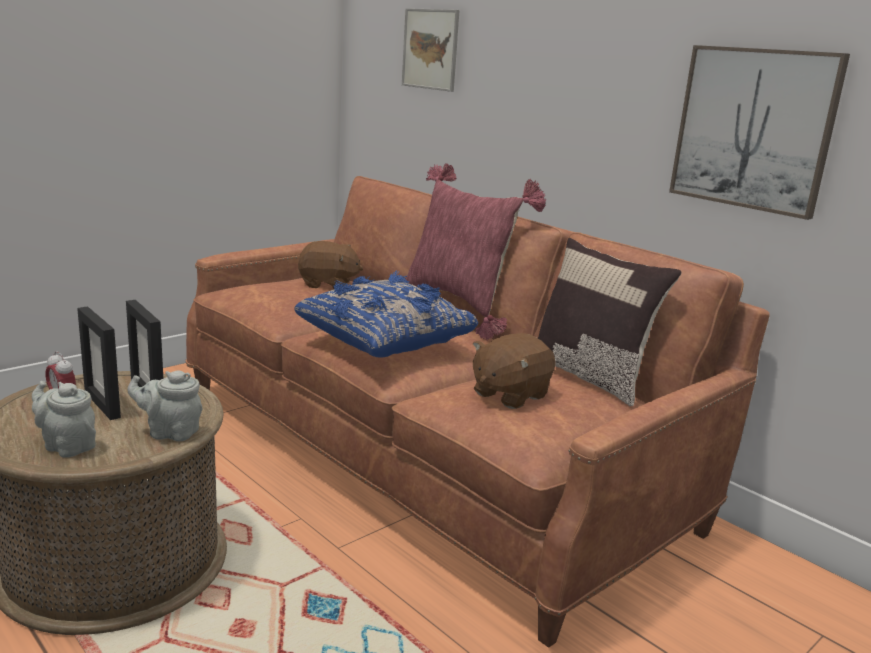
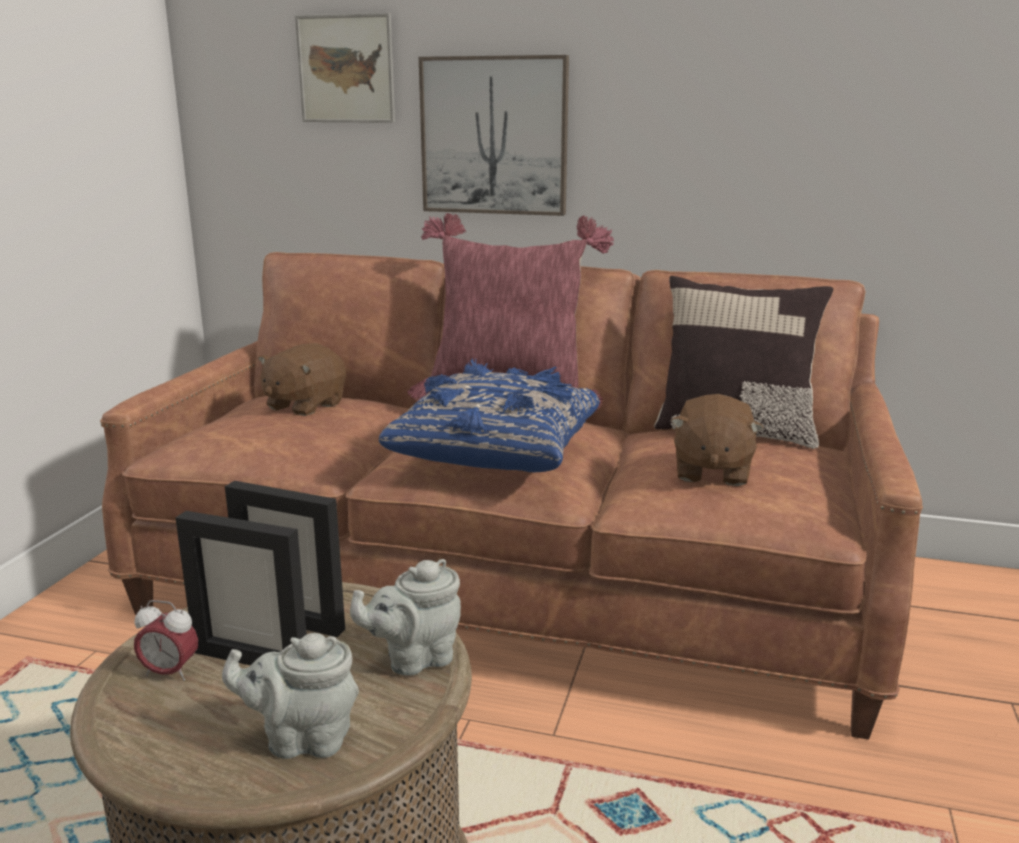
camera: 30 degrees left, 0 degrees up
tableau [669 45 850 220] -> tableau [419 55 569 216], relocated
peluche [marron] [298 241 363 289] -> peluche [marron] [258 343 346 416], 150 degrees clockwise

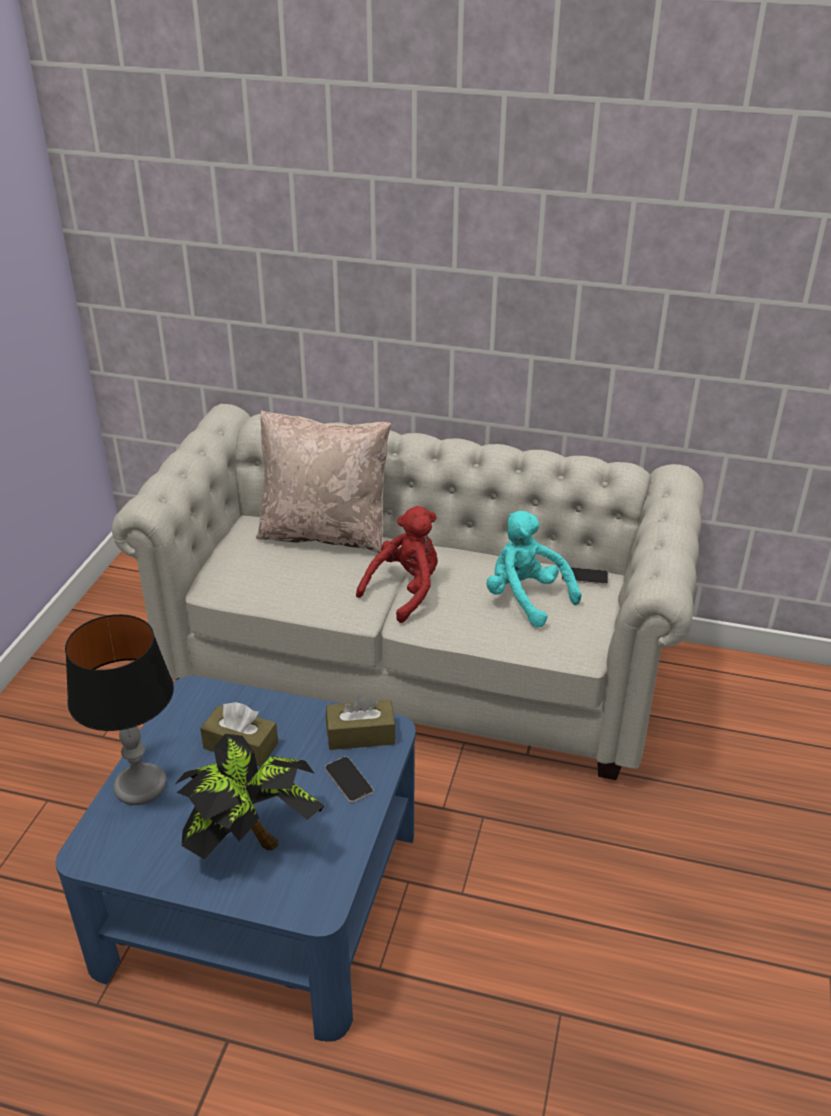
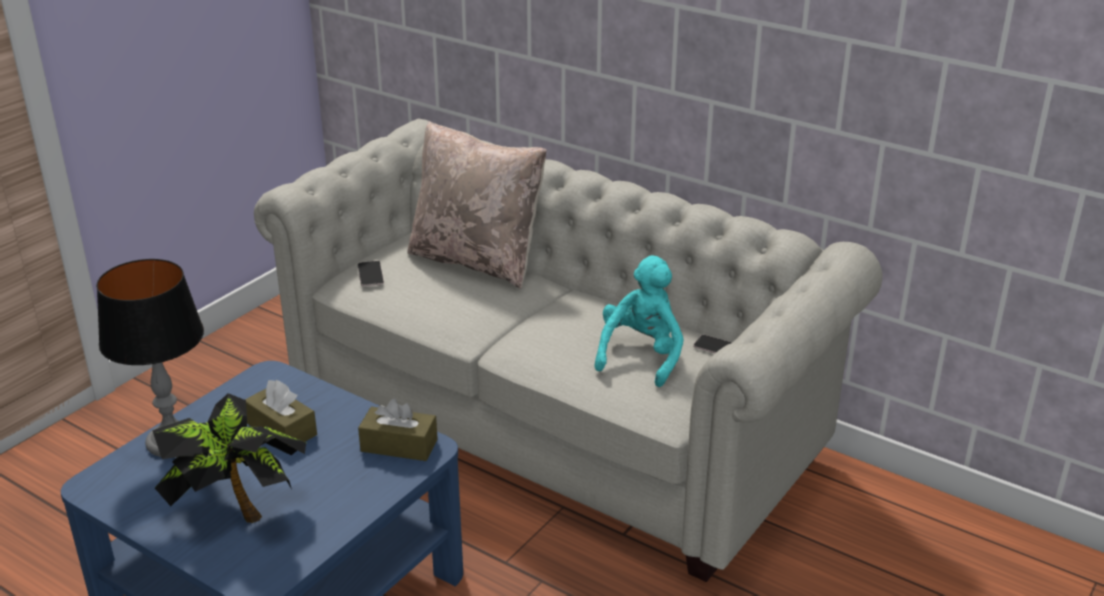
camera: 20 degrees right, 5 degrees down
peluche [rouge] [356 506 438 623] -> none
peluche [turquoise] [486 511 582 627] -> peluche [turquoise] [594 255 684 387], 45 degrees clockwise
téléphone [325 757 373 803] -> téléphone [358 261 384 287], relocated

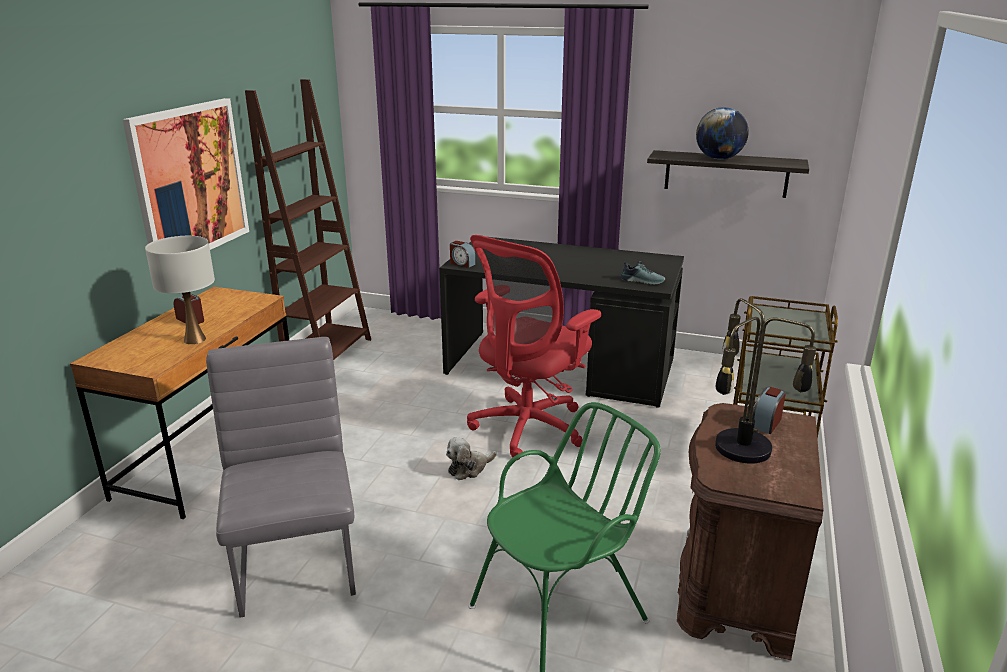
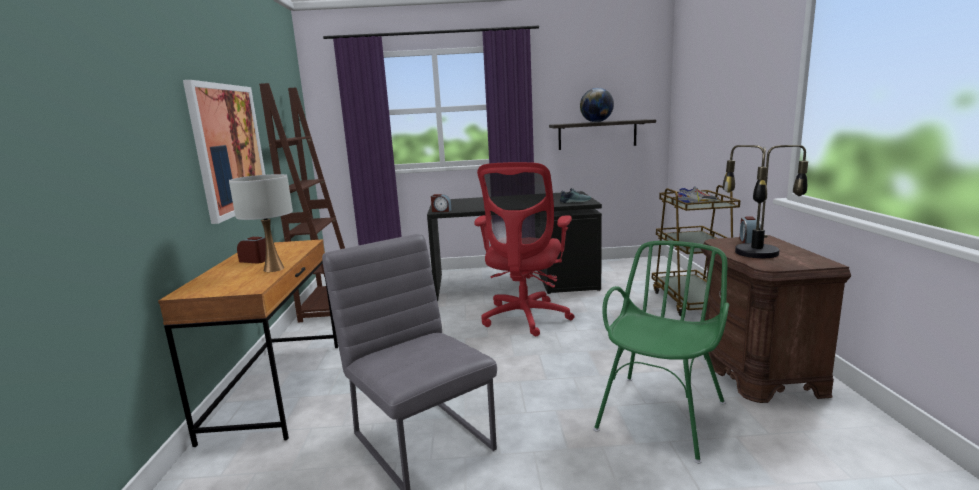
camera: 20 degrees left, 10 degrees down
peluche [446 437 497 480] -> none
none -> chaussure [678 186 717 203]

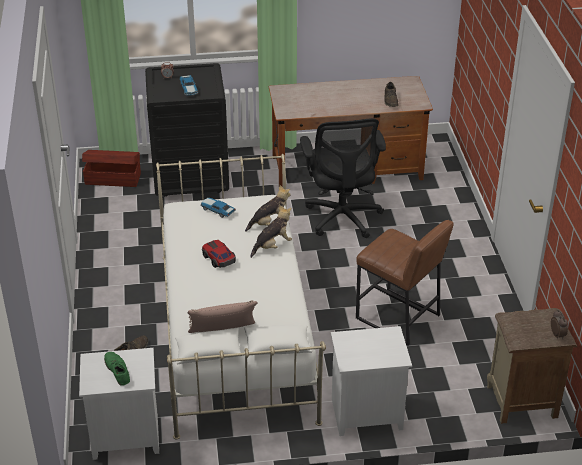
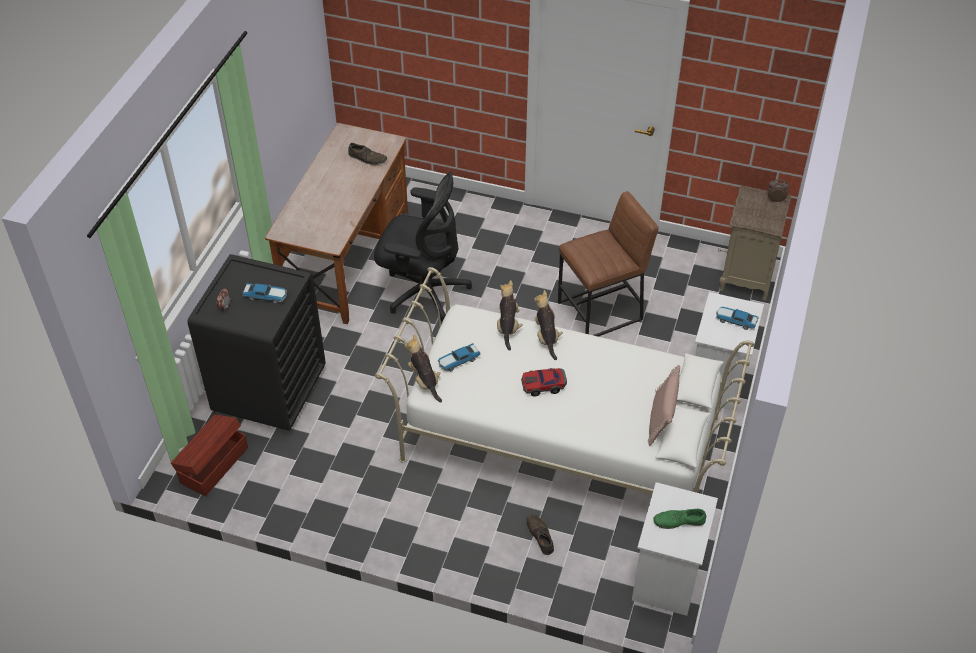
camera: 65 degrees left, 10 degrees up
none -> petite voiture [716 307 759 330]
none -> peluche [404 335 442 403]

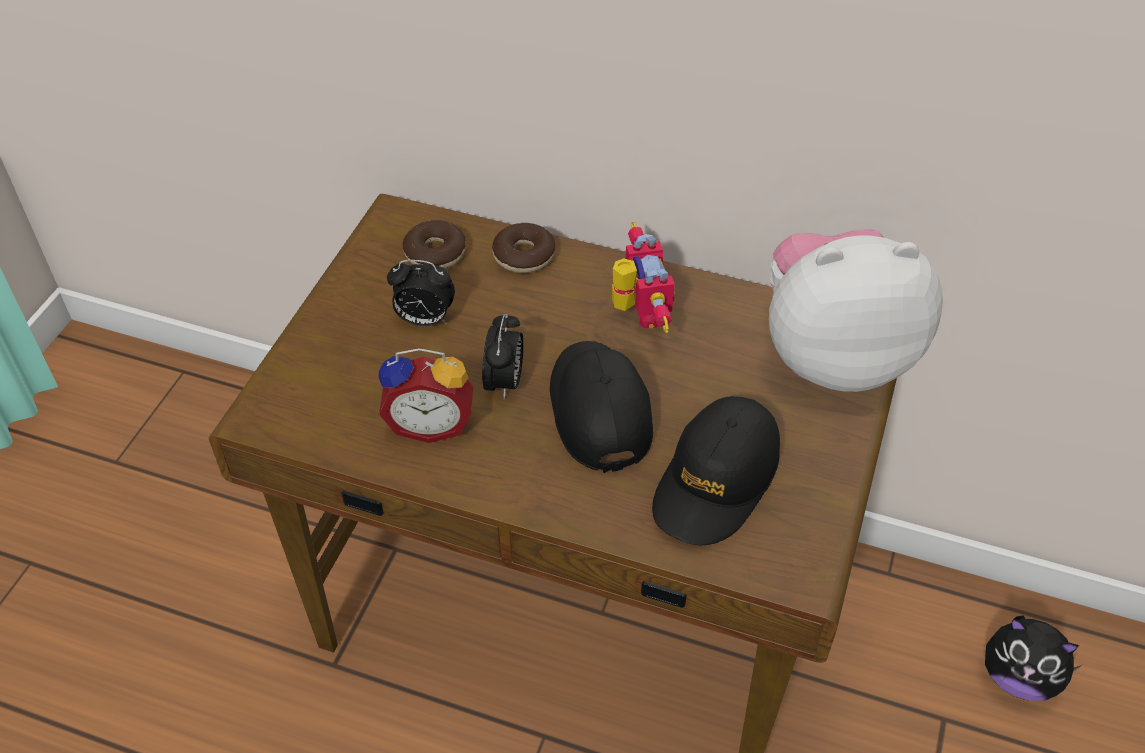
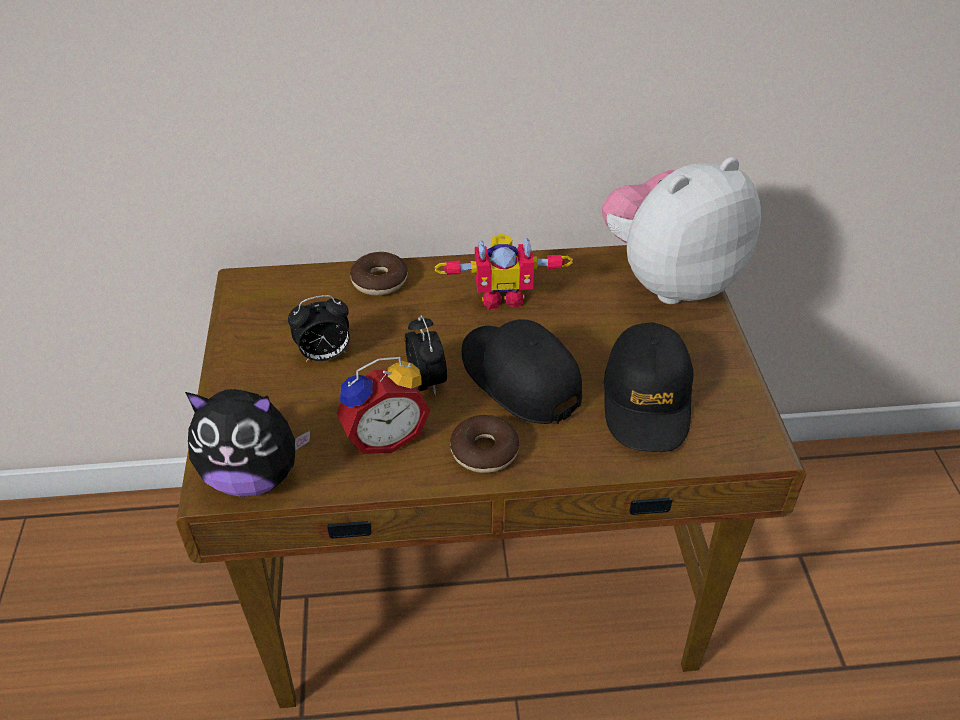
camera: 25 degrees left, 5 degrees down
beignet [403 220 466 269] -> beignet [450 415 519 473], relocated
robot jouet [612 222 675 333] -> robot jouet [435 234 573 310], 120 degrees clockwise
peluche [985 616 1082 701] -> peluche [185 389 310 497], relocated

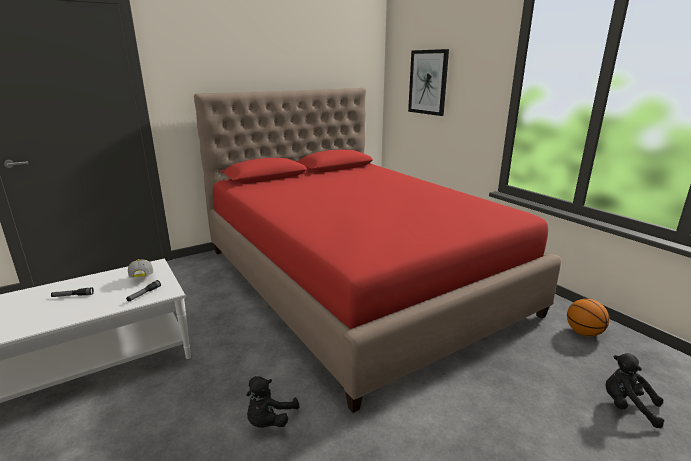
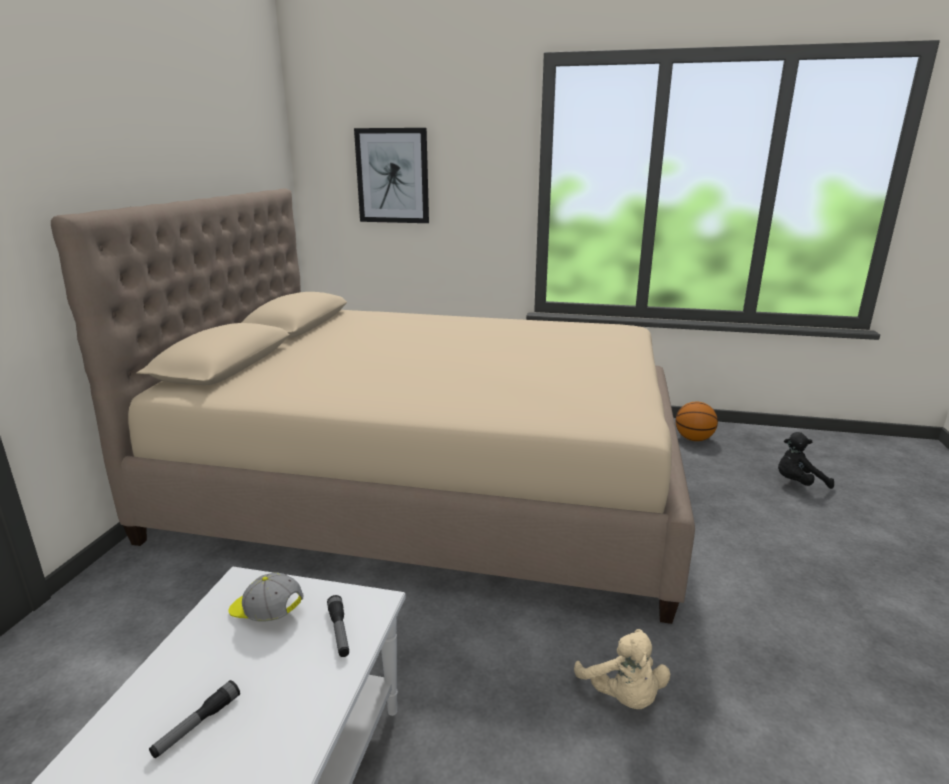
camera: 45 degrees left, 0 degrees up
lit [rouge] [194 88 562 413] -> lit [beige] [51 188 695 624]
peluche [noir] [246 376 299 428] -> peluche [beige] [574 629 670 709]

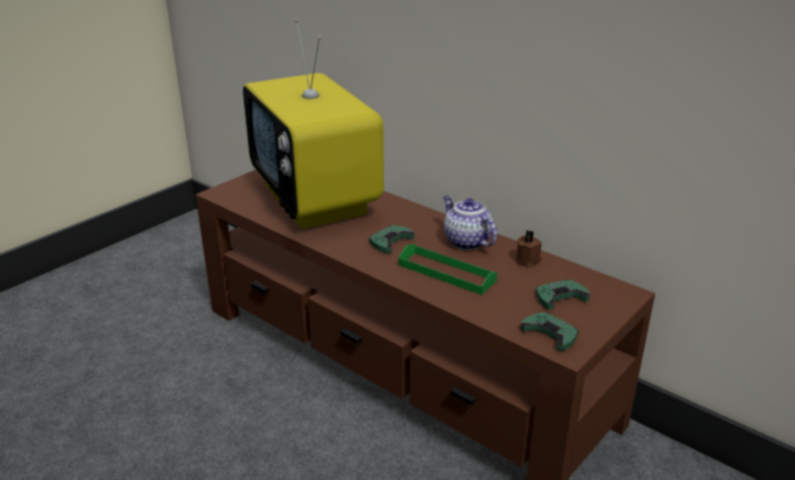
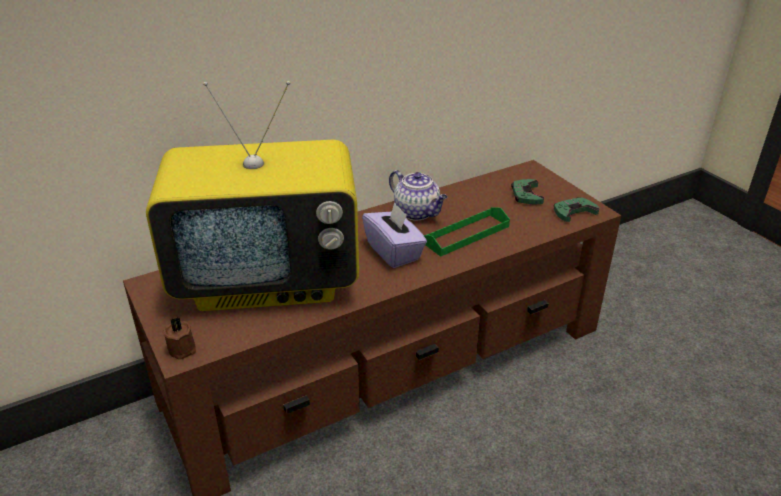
camera: 70 degrees left, 5 degrees up
théière [443 196 497 250] -> théière [389 170 448 220], 120 degrees counterclockwise
manette [vert] [369 225 414 253] -> boîte à mouchoirs [violet] [362 202 427 268]
bougie [marron] [516 230 542 267] -> bougie [marron] [163 317 196 360], relocated

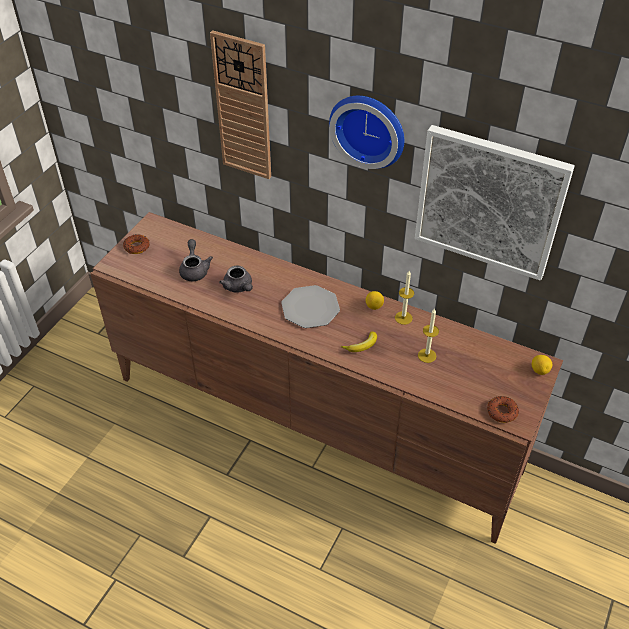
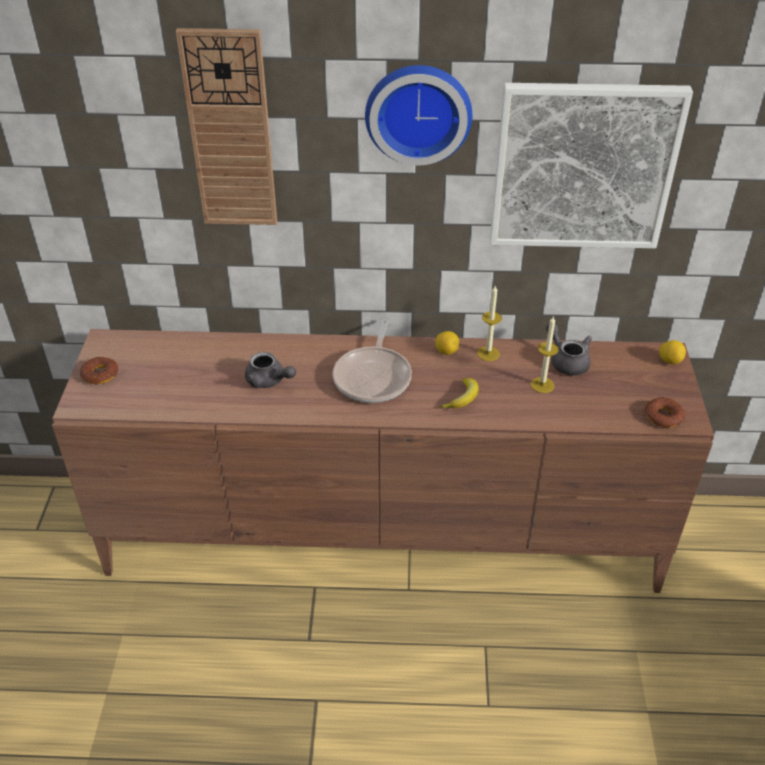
camera: 25 degrees left, 5 degrees down
théière [gris] [179 239 213 281] -> théière [gris] [546 323 592 376], relocated
assiette [281 285 340 328] -> poêle [333 319 412 403]

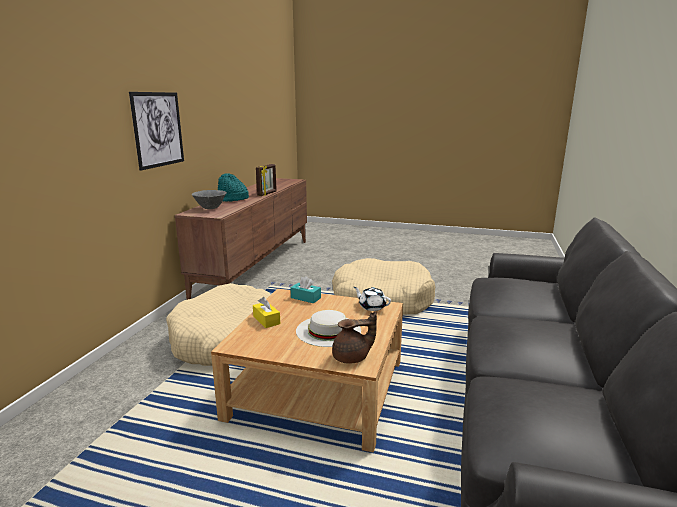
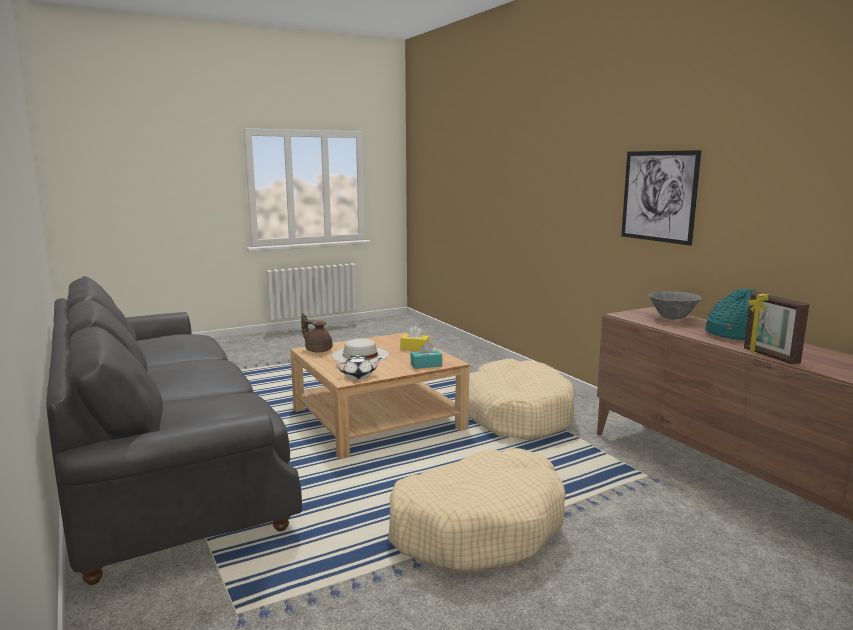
camera: 135 degrees right, 5 degrees down
théière [marron] [332 311 377 364] -> théière [marron] [301 313 333 352], 90 degrees clockwise

